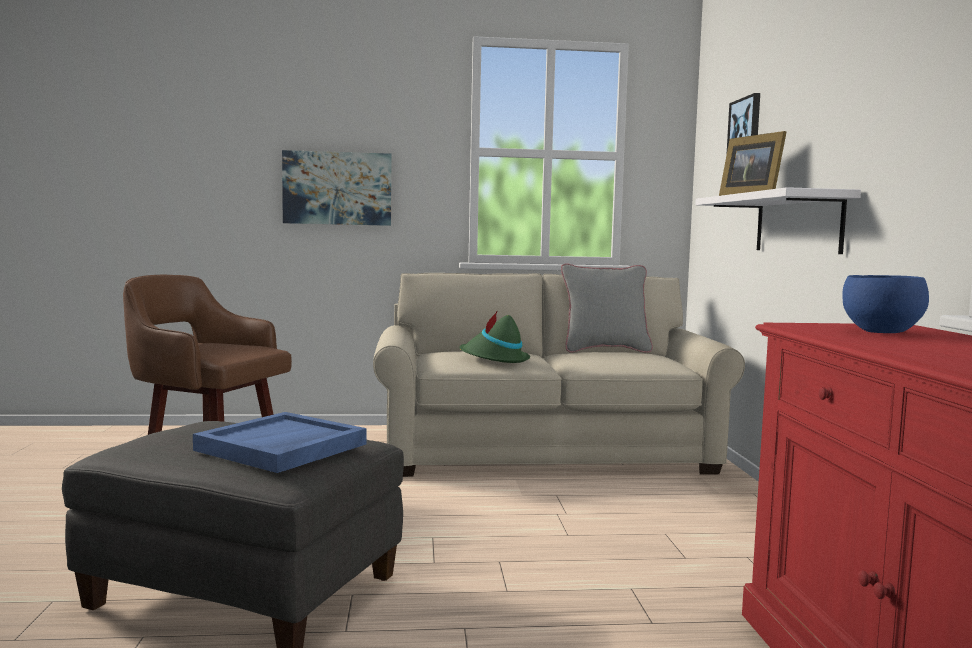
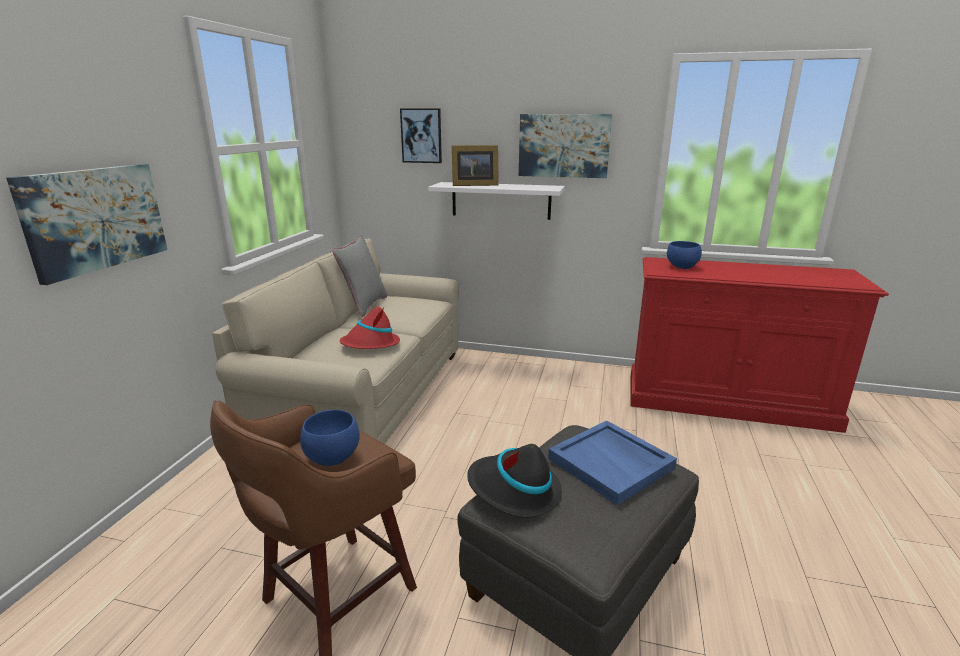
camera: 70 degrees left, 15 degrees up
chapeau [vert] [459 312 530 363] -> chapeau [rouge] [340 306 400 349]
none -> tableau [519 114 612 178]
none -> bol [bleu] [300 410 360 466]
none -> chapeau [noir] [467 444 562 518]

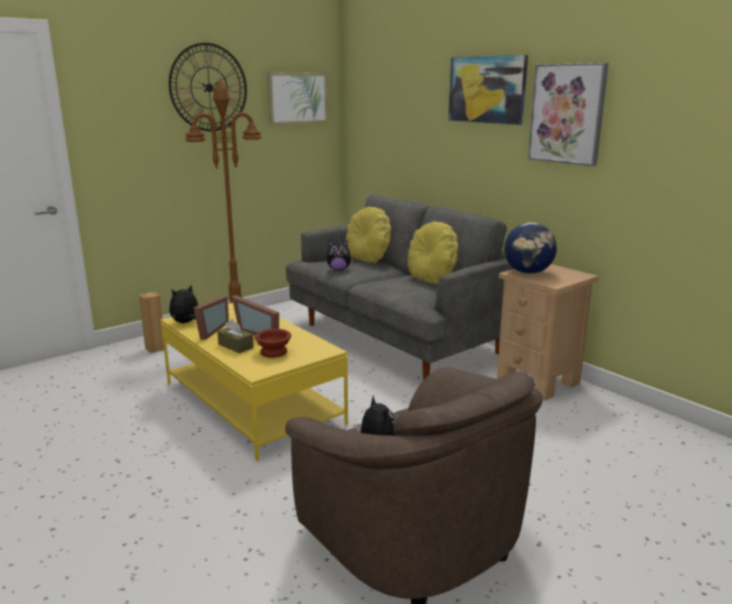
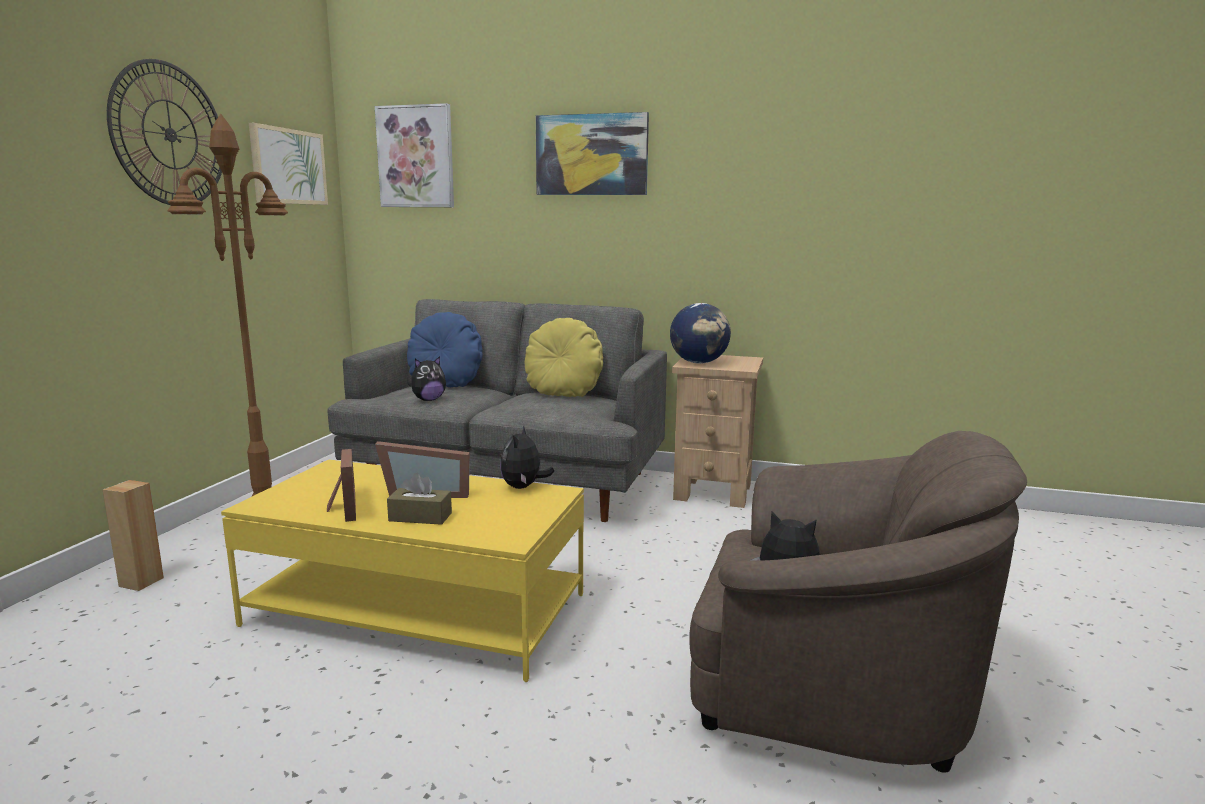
camera: 35 degrees left, 5 degrees down
tableau [528 63 608 166] -> tableau [375 103 454 207], relocated
coussin [jaune] [346 207 391 263] -> coussin [bleu] [407 312 483 387]
peluche [169 285 198 323] -> peluche [500 425 554 489], relocated
bol [marron] [255 329 291 358] -> none

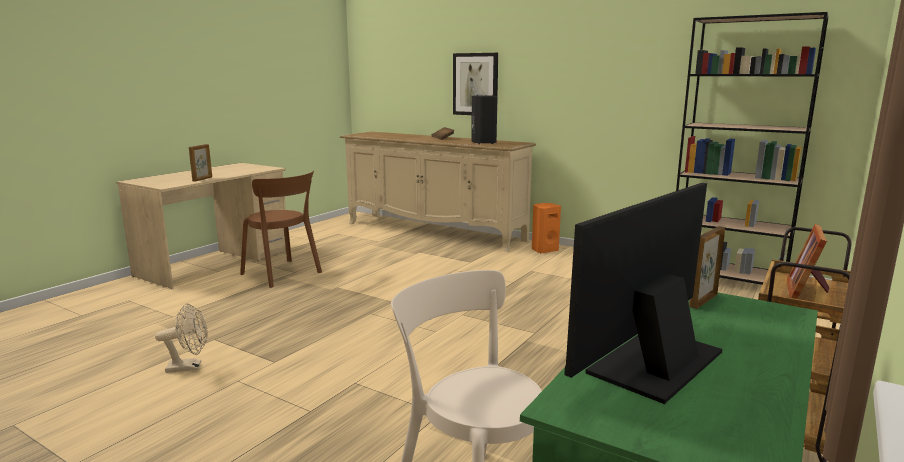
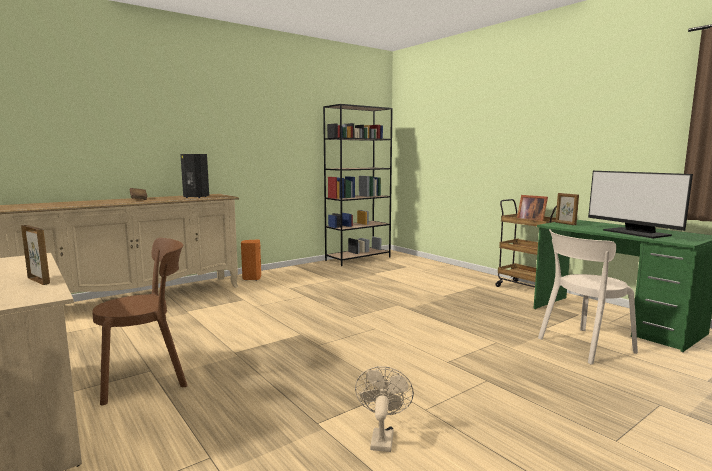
camera: 70 degrees left, 5 degrees down
tableau [453 53 498 115] -> none

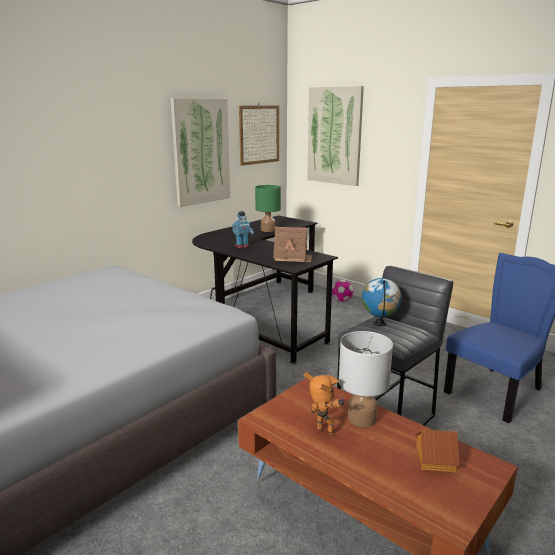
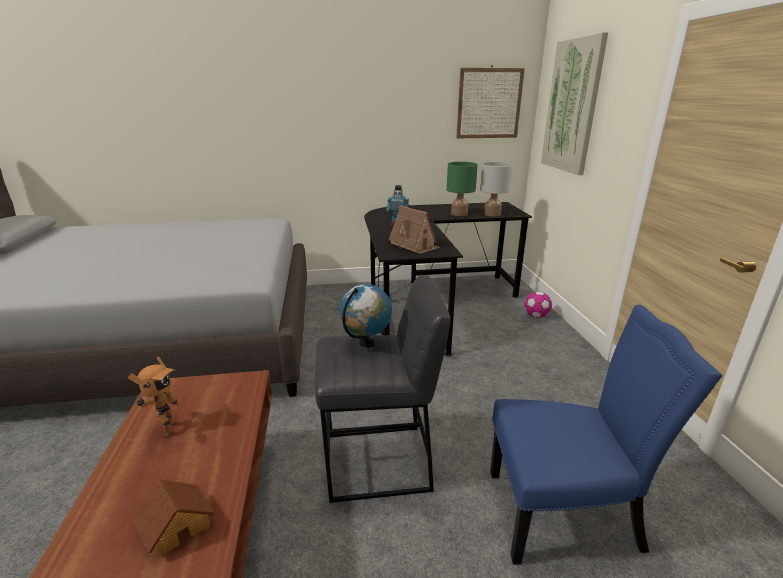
camera: 40 degrees right, 5 degrees up
tableau [170 98 230 207] -> none
lampe de table [gris] [339 331 393 427] -> lampe de table [gris] [480 162 512 217], relocated

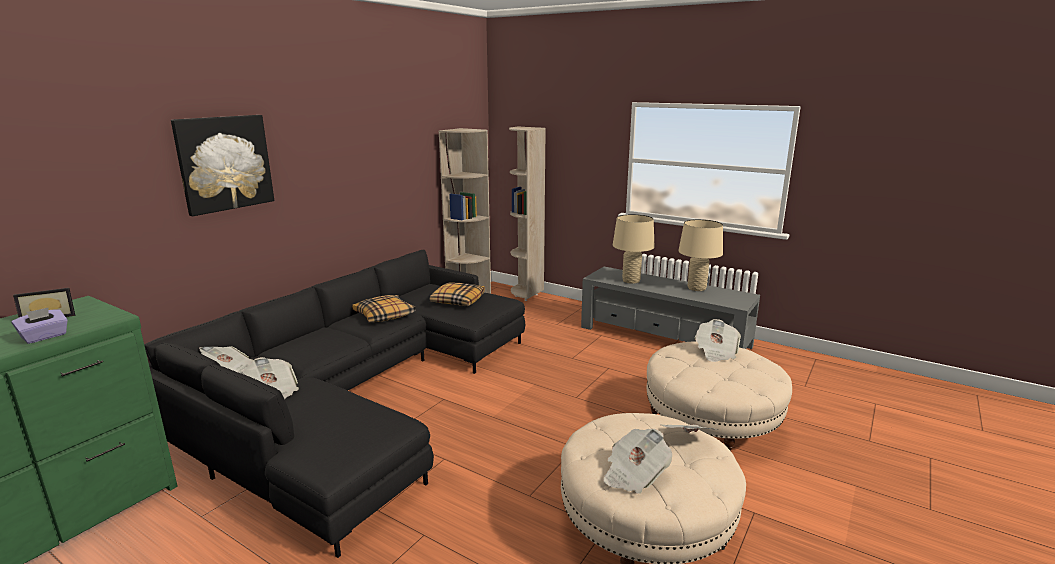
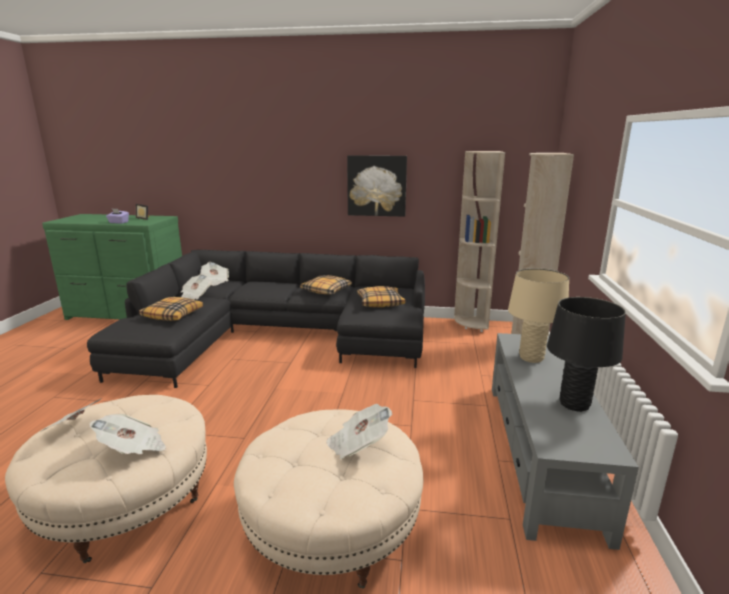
camera: 65 degrees right, 0 degrees up
tableau [171 115 274 216] -> tableau [347 155 407 217], relocated
lampe de table [beige] [678 219 723 291] -> lampe de table [noir] [547 297 626 412]
none -> coussin [139 297 203 321]

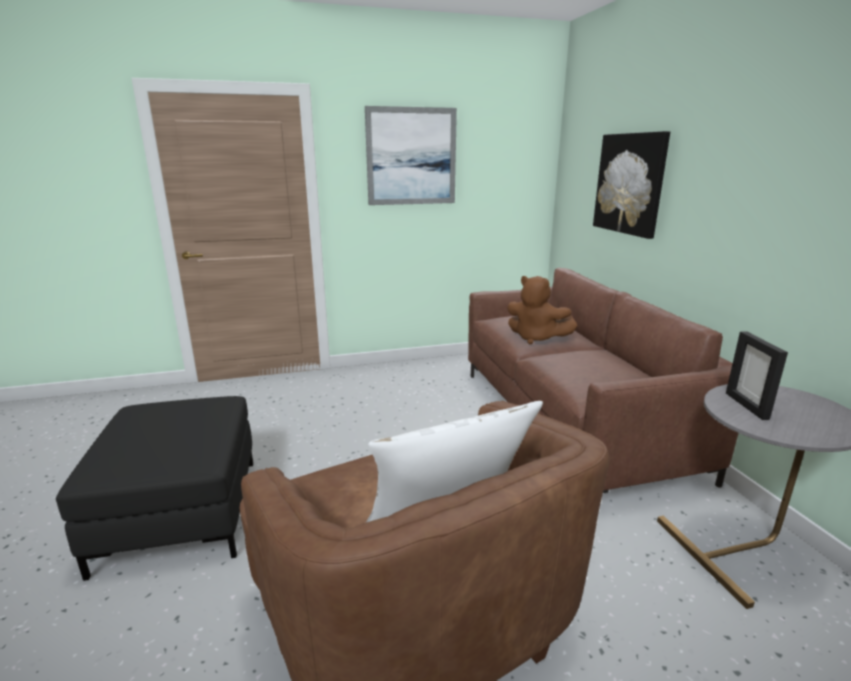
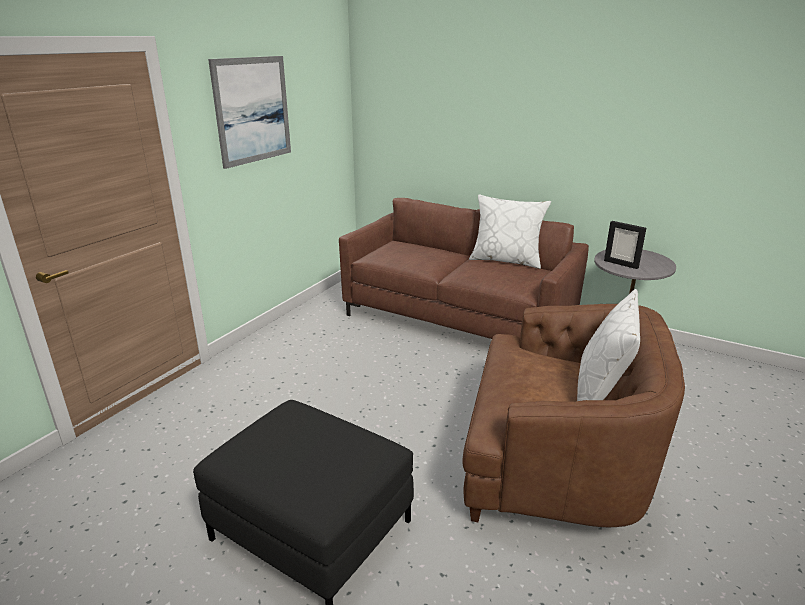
camera: 45 degrees left, 5 degrees up
tableau [593 131 670 239] -> none
peluche [marron] [507 276 577 345] -> none
none -> coussin [blanc] [469 194 551 269]

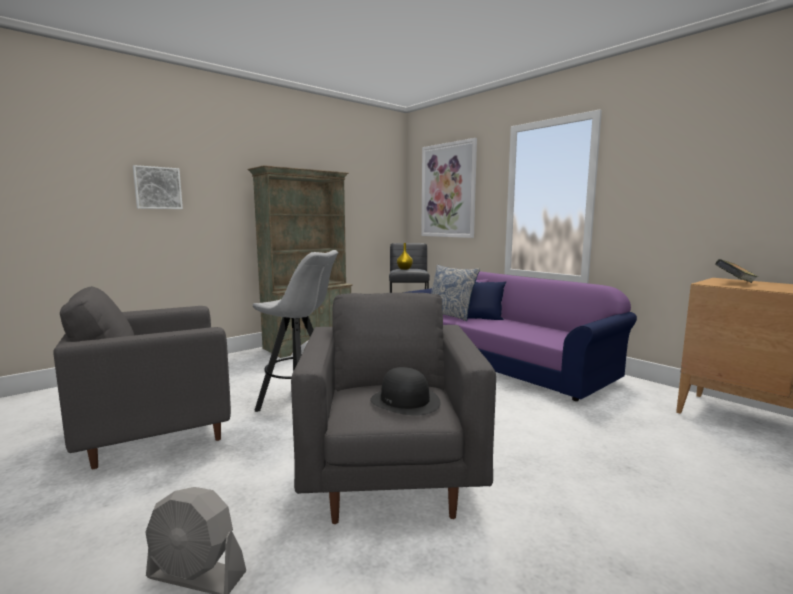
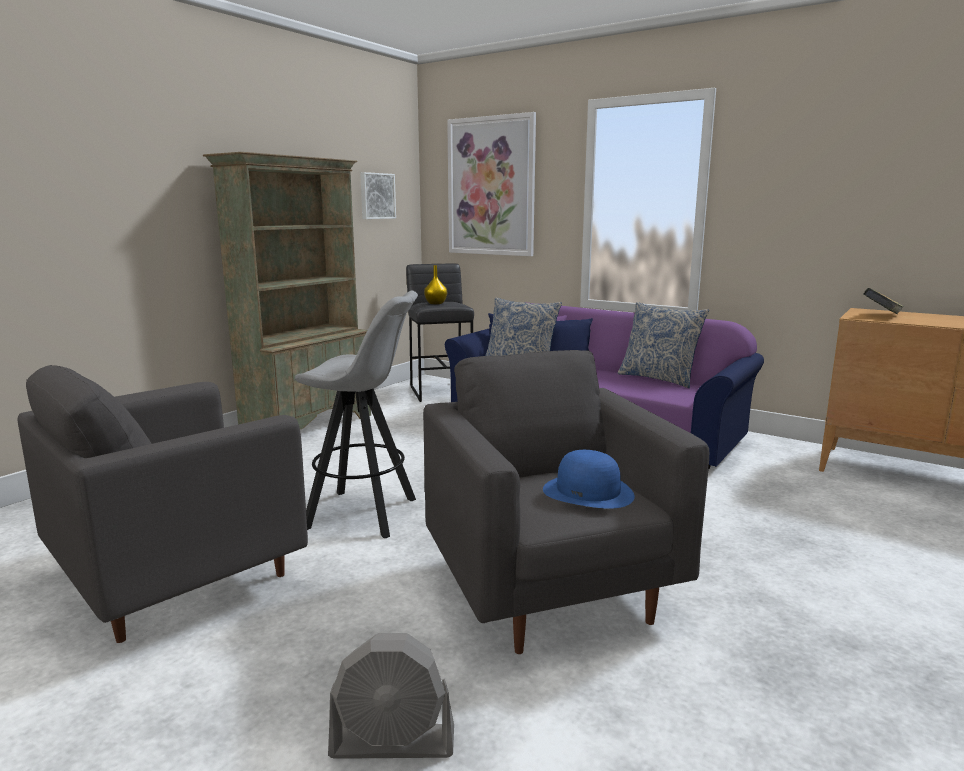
camera: 15 degrees left, 5 degrees up
tableau [133 165 183 209] -> tableau [360 172 396 219], relocated
chapeau [noir] [370 367 441 416] -> chapeau [bleu] [543 450 635 509]
none -> coussin [618 302 709 388]

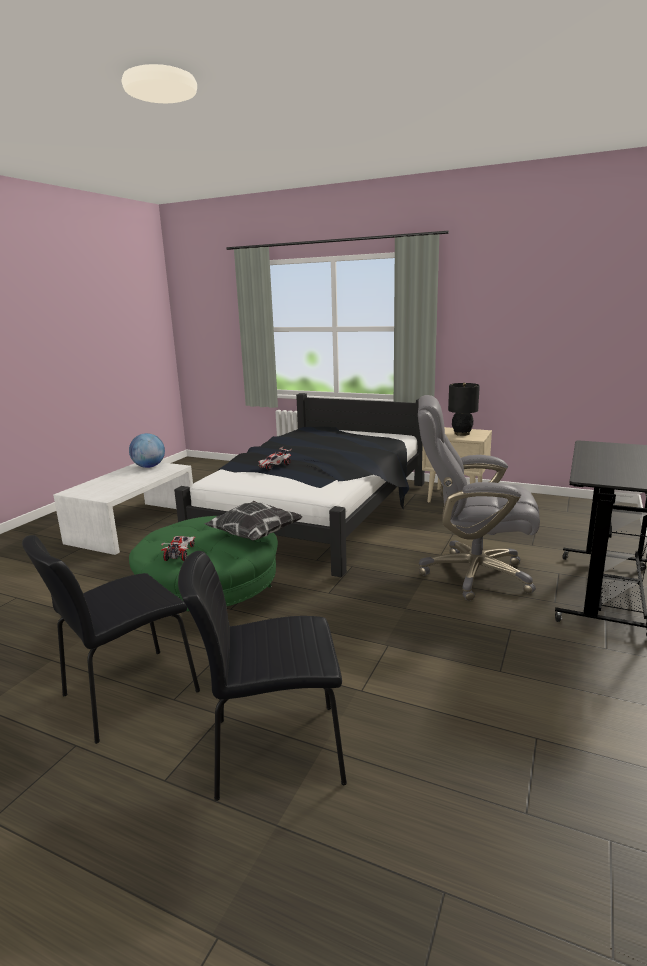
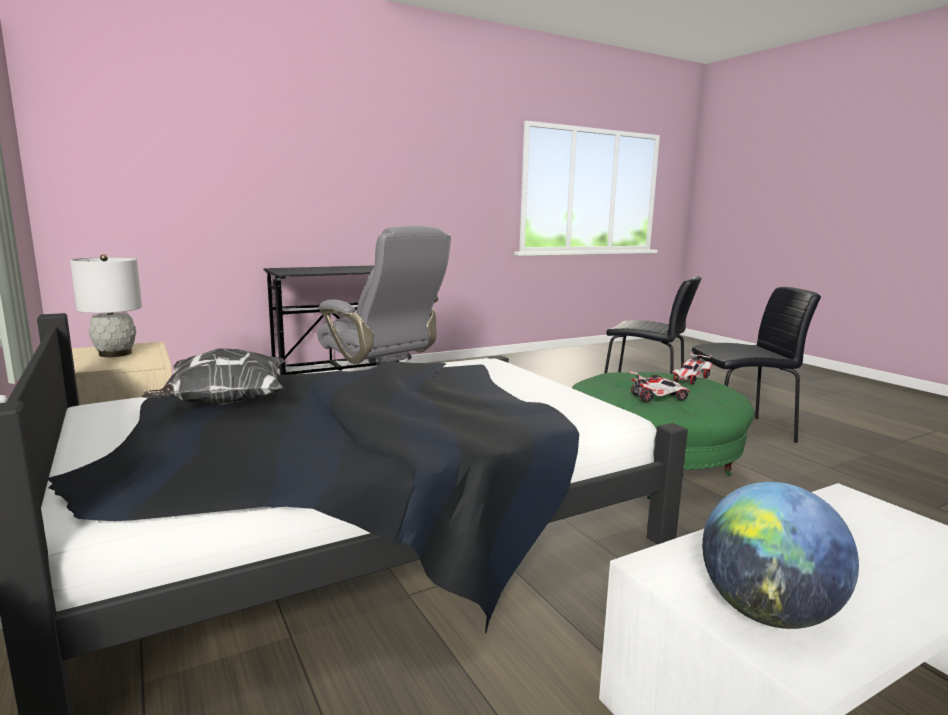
camera: 145 degrees left, 5 degrees down
lampe de table [noir] [448 383 480 436] -> lampe de table [blanc] [70 254 142 357]
petite voiture [258 447 292 470] -> petite voiture [629 371 691 402], relocated
coussin [204 501 303 541] -> coussin [141 348 285 405], relocated

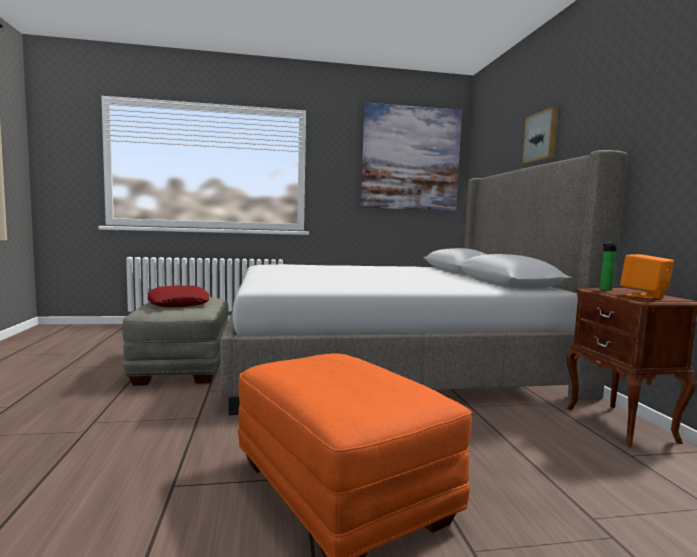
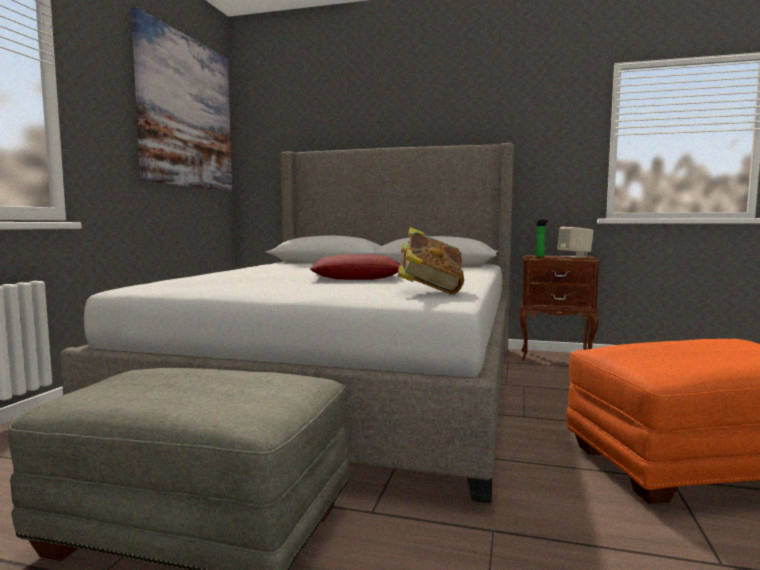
camera: 65 degrees left, 0 degrees up
tableau [523 107 559 164] -> none
enceinte [orange] [620 254 674 299] -> enceinte [beige] [557 227 594 258]
coussin [rouge] [148 286 209 307] -> coussin [rouge] [310 255 400 280], relocated
none -> livre [398 227 464 295]

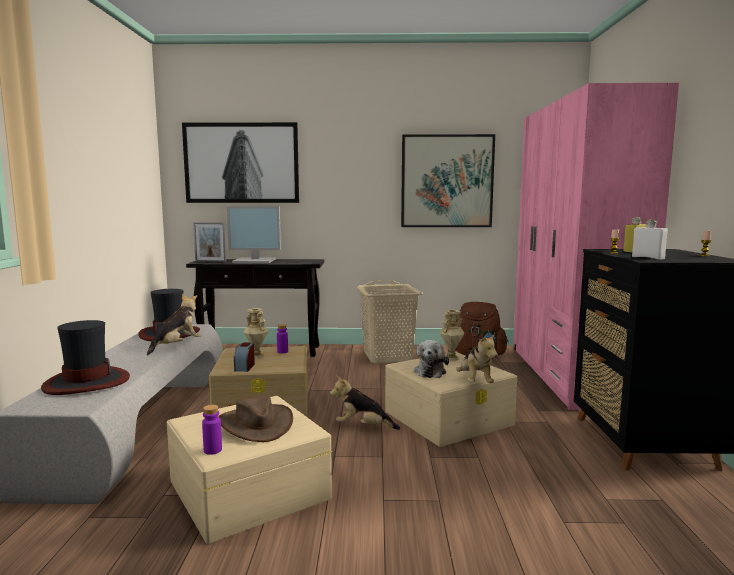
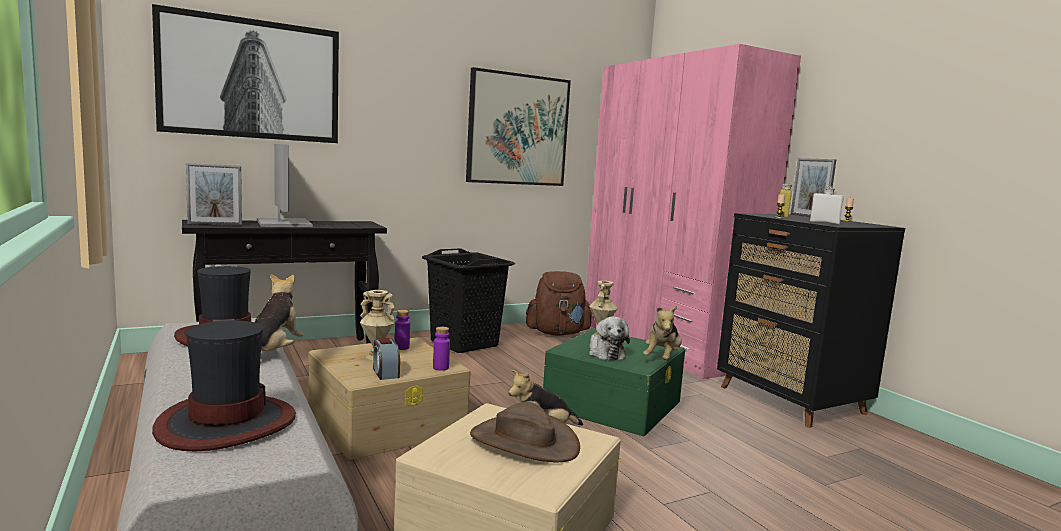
camera: 30 degrees left, 0 degrees up
écran d'ordinateur [227 206 281 263] -> écran d'ordinateur [257 144 313 227], 90 degrees counterclockwise
panier à linge [beige] [357 281 423 364] -> panier à linge [noir] [422 248 515 353]
peluche [456 333 498 383] -> peluche [643 305 682 360], 60 degrees clockwise
boîte de rangement [beige] [385 352 517 447] -> boîte de rangement [vert] [543 329 685 436]
bouteille [violet] [202 405 222 455] -> bouteille [violet] [433 327 450 371], relocated
none -> cadre photo [791 158 837 217]

